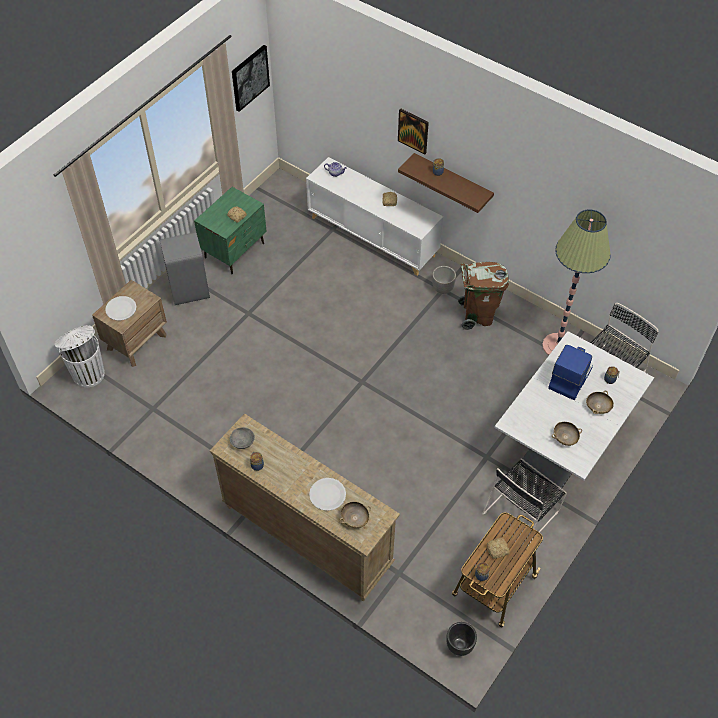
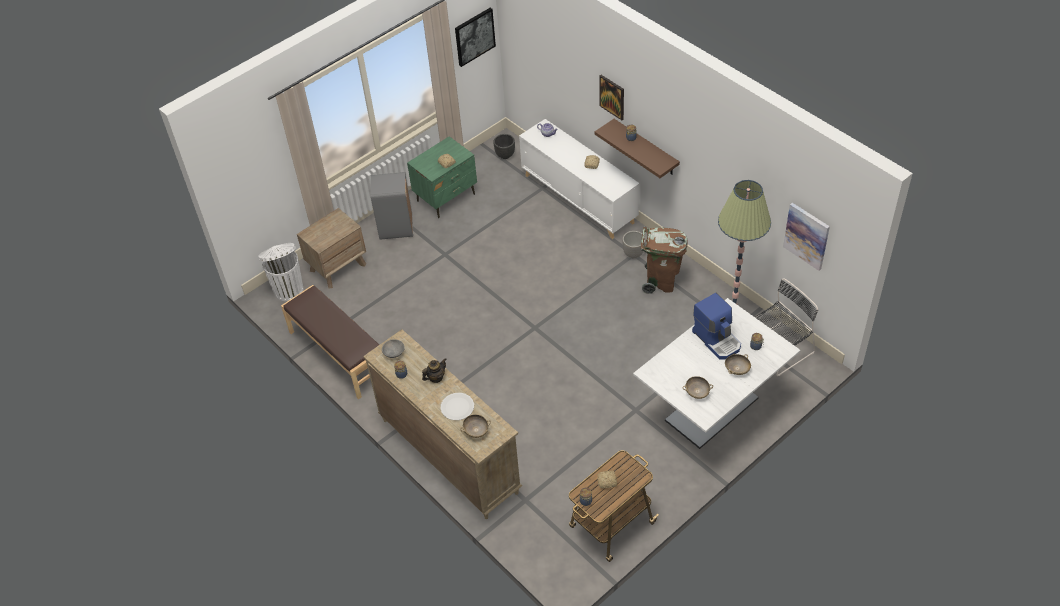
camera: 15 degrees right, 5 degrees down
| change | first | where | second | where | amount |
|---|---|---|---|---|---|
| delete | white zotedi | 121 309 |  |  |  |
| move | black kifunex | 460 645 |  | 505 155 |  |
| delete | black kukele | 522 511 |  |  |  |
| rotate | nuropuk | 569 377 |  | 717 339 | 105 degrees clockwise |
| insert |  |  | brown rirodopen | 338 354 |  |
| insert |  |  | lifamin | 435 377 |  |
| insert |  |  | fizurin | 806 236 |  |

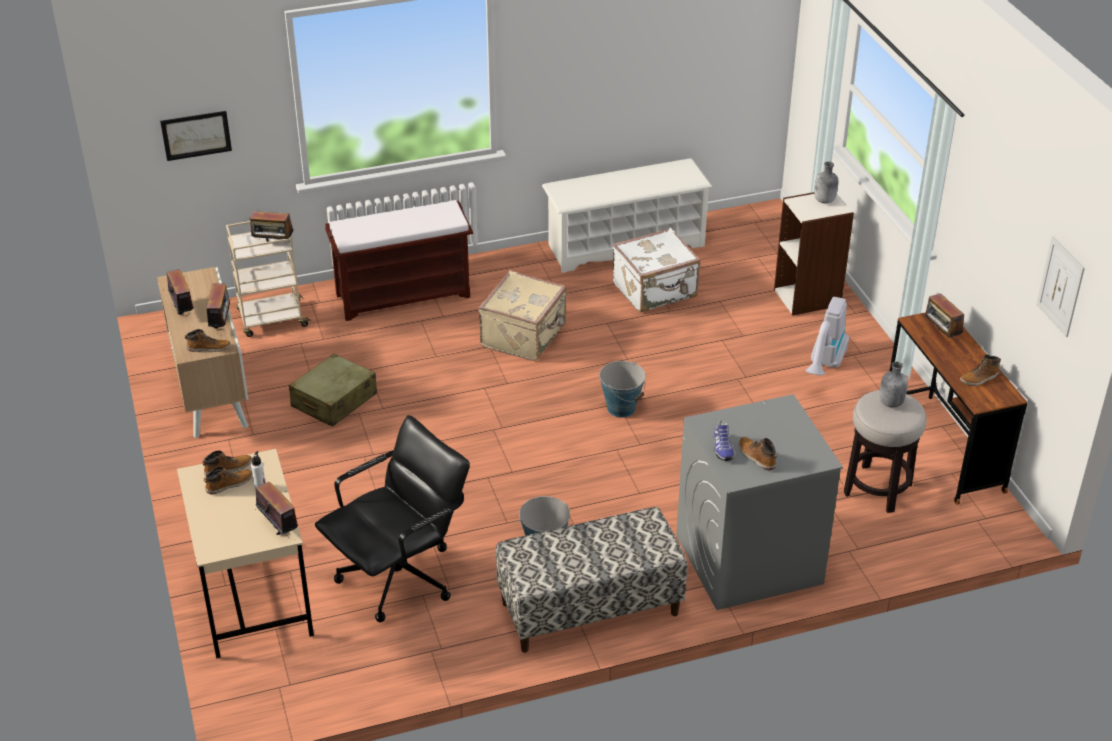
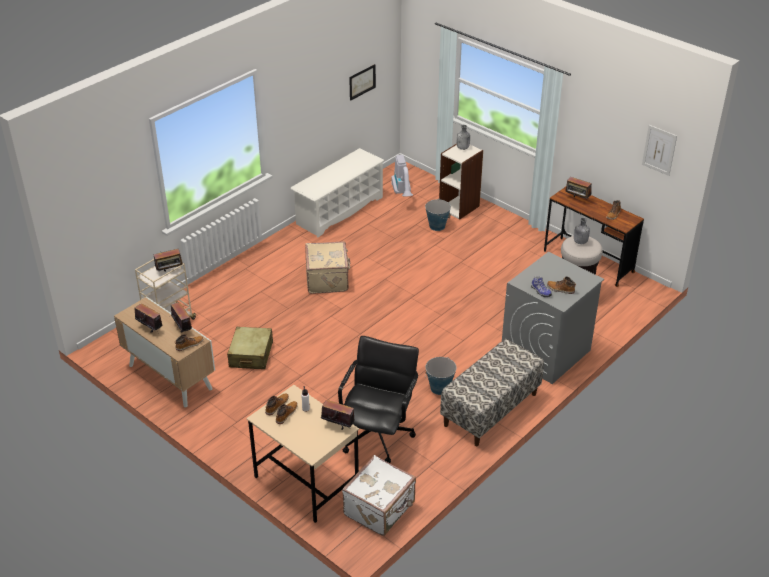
camera: 30 degrees left, 0 degrees up
| change | first | where | second | where | amount |
|---|---|---|---|---|---|
| move | fizurin | 196 135 |  | 362 82 |  |
| delete | brown rirodopen | 404 295 |  |  |  |
| move | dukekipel | 621 408 |  | 437 226 |  |
| move | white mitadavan | 655 291 |  | 380 509 |  |
| move | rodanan | 825 365 |  | 402 193 |  |

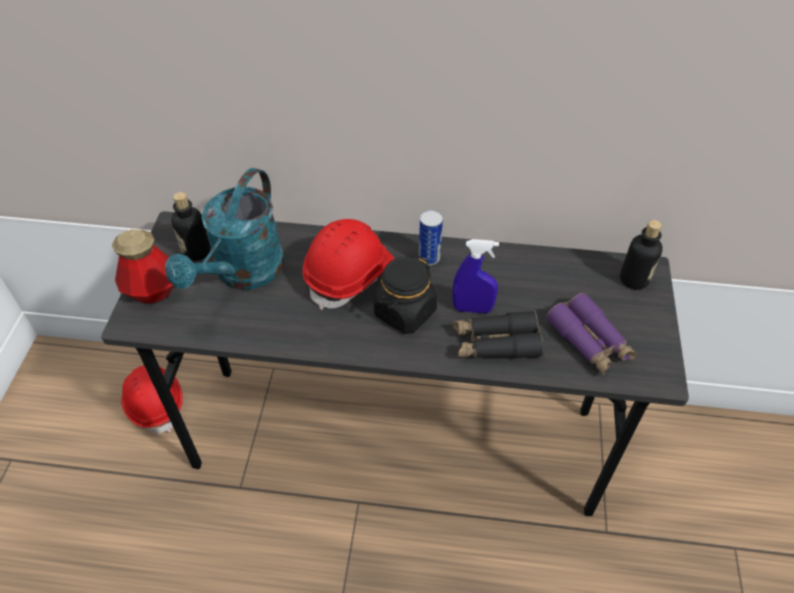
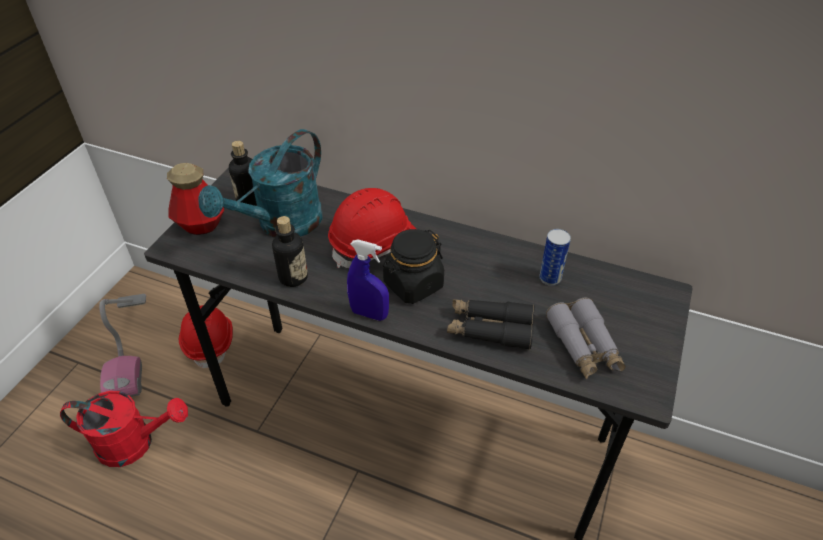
camera: 15 degrees right, 5 degrees down
| change | first | where | second | where | amount |
|---|---|---|---|---|---|
| move | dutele | 429 258 |  | 550 278 |  |
| move | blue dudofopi | 472 308 |  | 369 314 |  |
| recolor | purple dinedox | 589 341 | grey dinedox | 584 346 |  |
| move | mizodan | 634 279 |  | 293 277 |  |
| insert |  |  | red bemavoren | 135 443 |  |
| insert |  |  | rodanan | 128 346 |  |

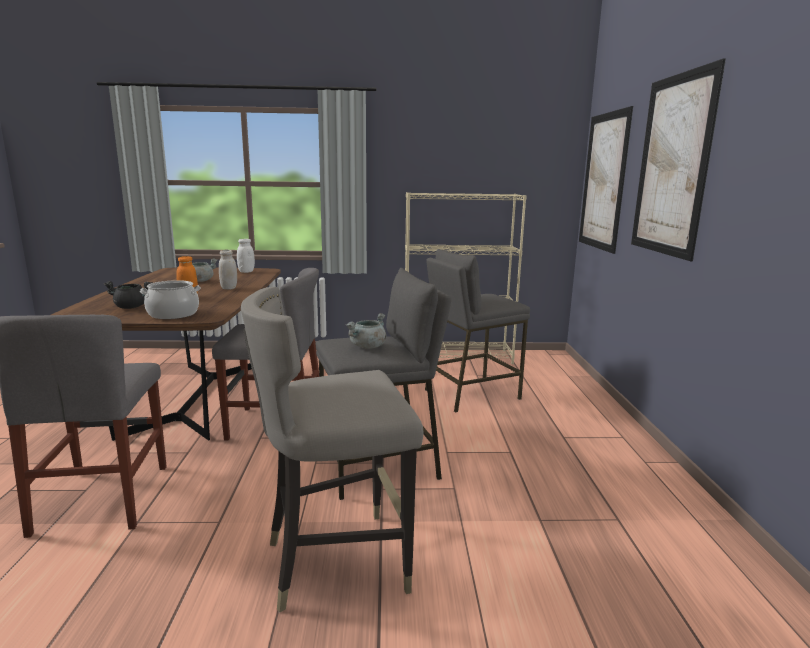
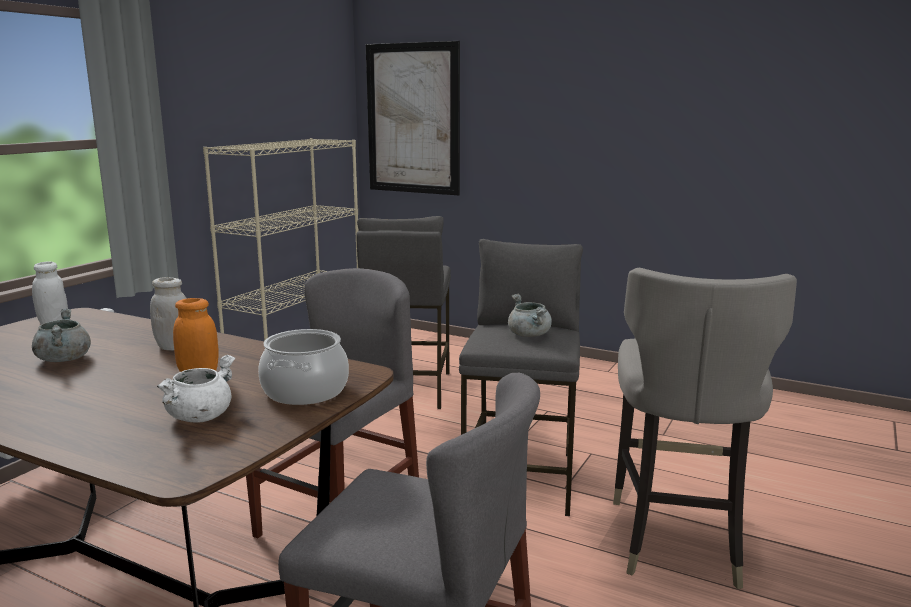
camera: 60 degrees left, 0 degrees up
| change | first | where | second | where | amount |
|---|---|---|---|---|---|
| recolor | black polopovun | 132 307 | white polopovun | 199 416 |  |
| delete | fizurin | 672 166 |  |  |  |

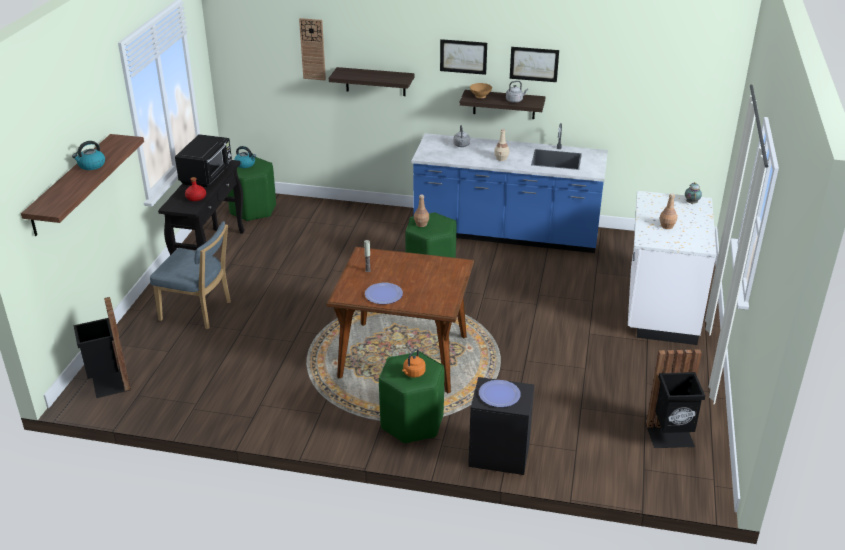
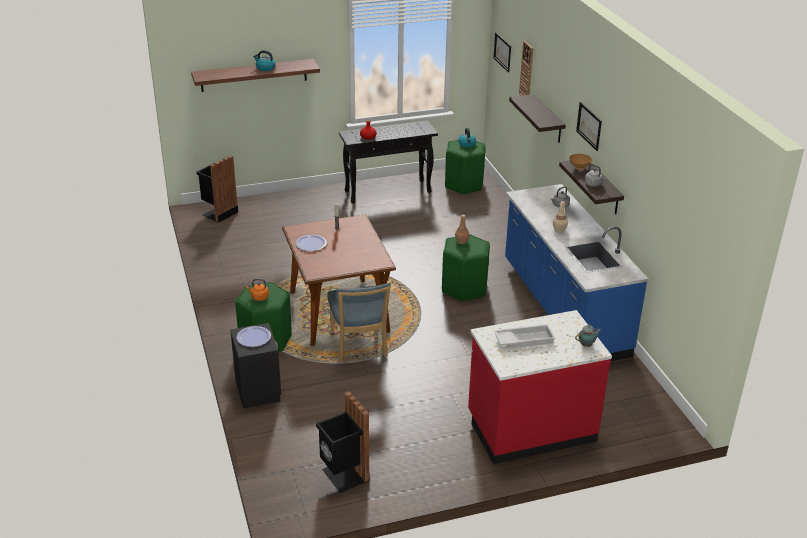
camera: 60 degrees right, 0 degrees up
| change | first | where | second | where | amount |
|---|---|---|---|---|---|
| move | blue kukele | 199 312 |  | 359 346 |  |
| delete | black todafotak | 207 175 |  |  |  |
| move | fizurin | 534 64 |  | 502 52 |  |
| recolor | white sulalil | 659 309 | red sulalil | 530 428 |  |
| replace | brown mizodan | 666 226 | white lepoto | 524 339 |  |

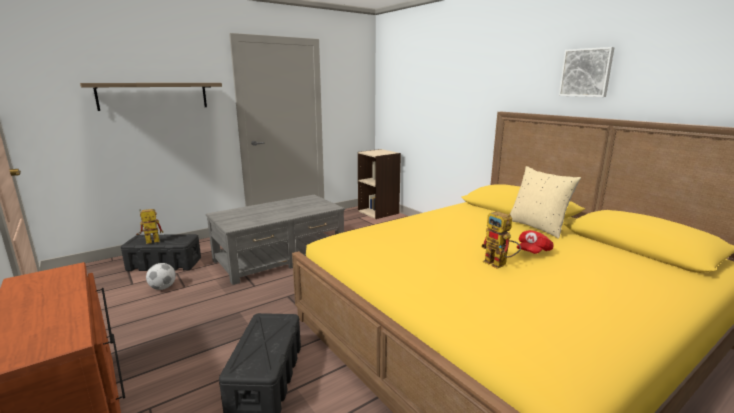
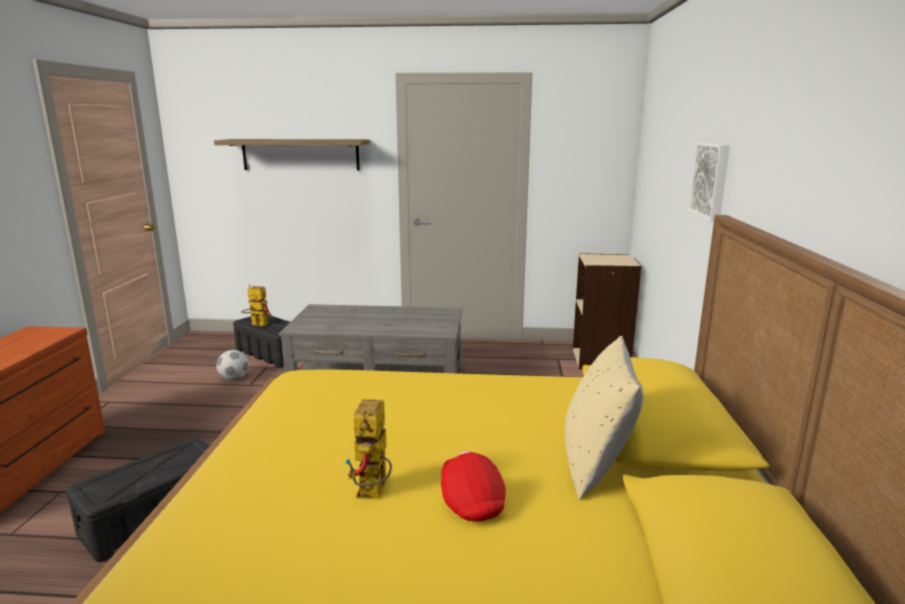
camera: 40 degrees right, 0 degrees up
| change | first | where | second | where | amount |
|---|---|---|---|---|---|
| rotate | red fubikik | 533 252 |  | 471 501 | 75 degrees clockwise |
| move | fizurin | 586 72 |  | 711 180 |  |

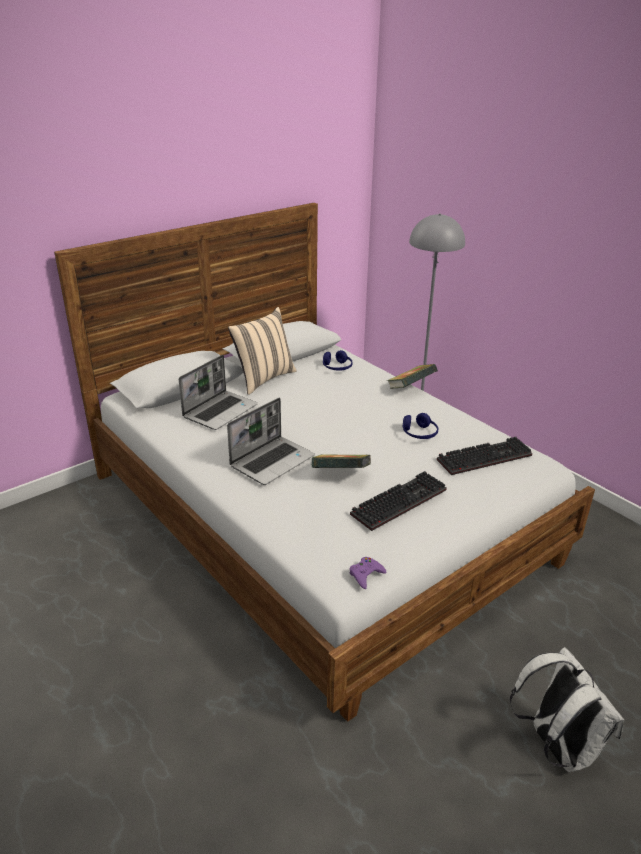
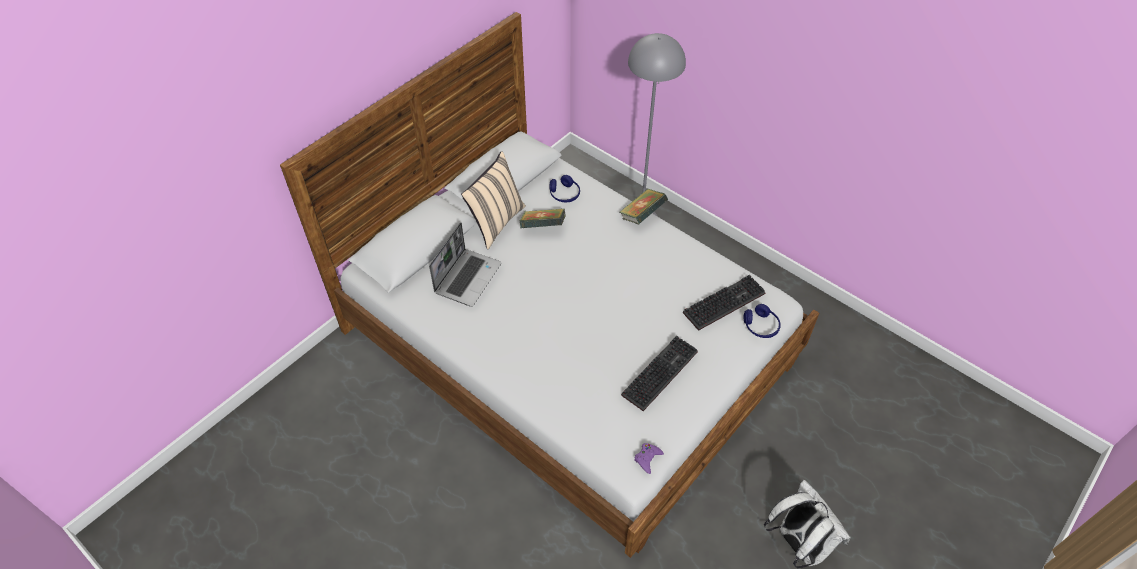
camera: 10 degrees left, 20 degrees up
| change | first | where | second | where | amount |
|---|---|---|---|---|---|
| delete | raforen | 272 461 |  |  |  |
| move | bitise | 341 475 |  | 543 227 |  |
| move | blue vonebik | 419 434 |  | 760 326 |  |

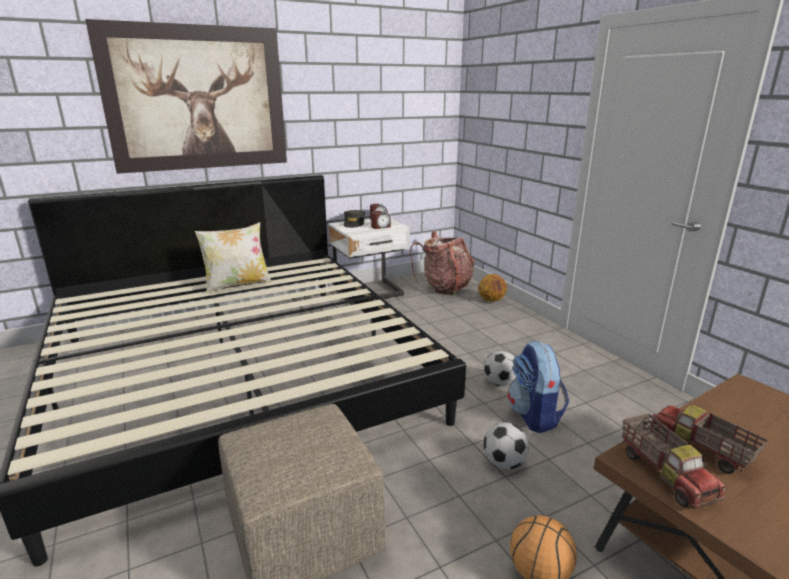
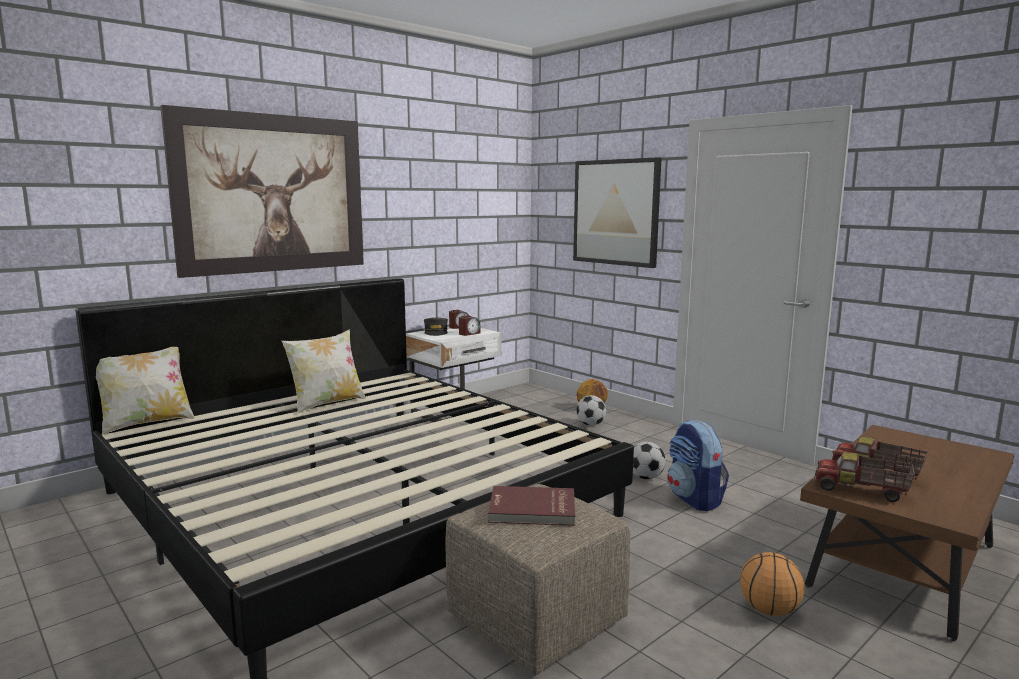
camera: 15 degrees left, 10 degrees down
| change | first | where | second | where | amount |
|---|---|---|---|---|---|
| delete | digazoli | 444 287 |  |  |  |
| move | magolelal | 504 463 |  | 591 424 |  |
| rotate | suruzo | 665 474 |  | 861 491 | 150 degrees clockwise |
| insert |  |  | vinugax | 147 423 |  |
| insert |  |  | red bitise | 532 510 |  |
| insert |  |  | fizurin | 616 212 |  |

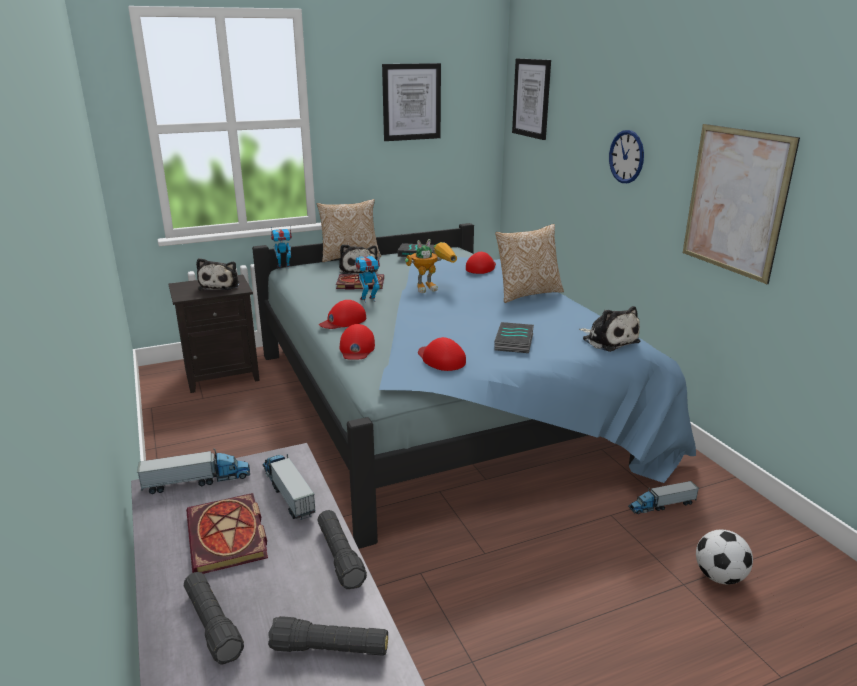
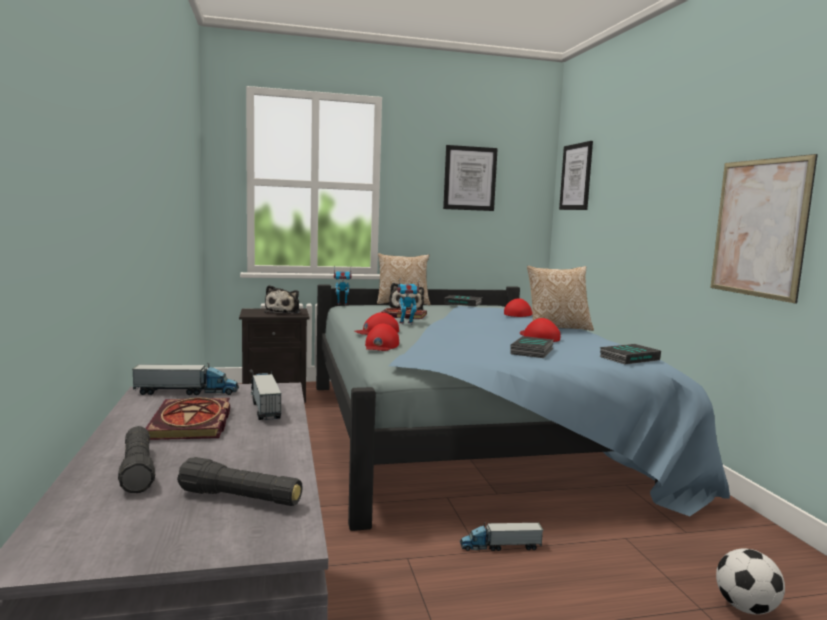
camera: 10 degrees right, 15 degrees down
| change | first | where | second | where | amount |
|---|---|---|---|---|---|
| delete | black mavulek | 340 557 |  |  |  |
| delete | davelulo | 432 287 |  |  |  |
| move | red fubikik | 440 359 |  | 539 337 |  |
| replace | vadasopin | 608 340 | bitise | 629 358 |  |
| delete | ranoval | 626 156 |  |  |  |
| move | suruzo | 662 505 |  | 500 546 |  |

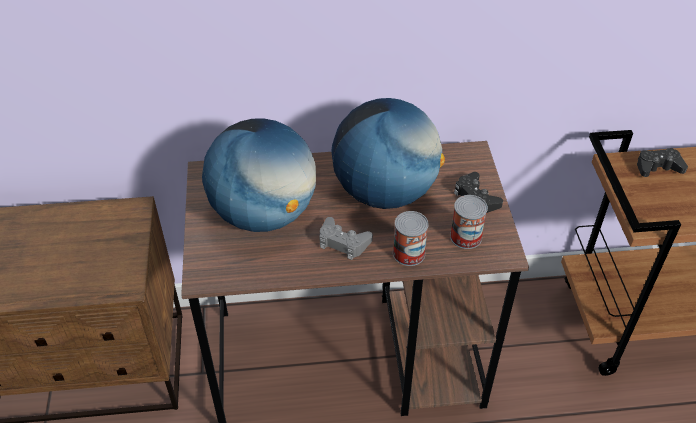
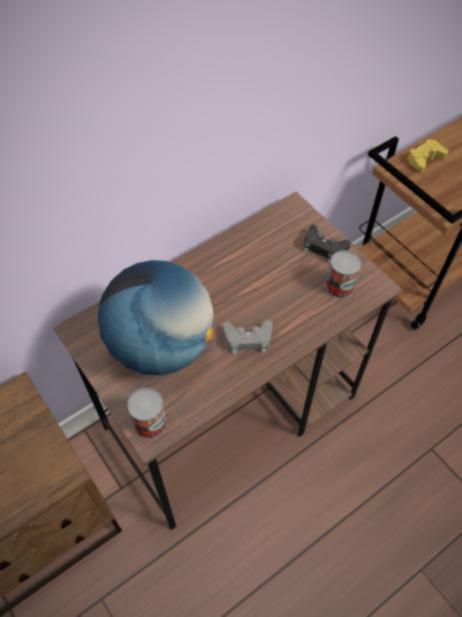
camera: 30 degrees left, 10 degrees up
| change | first | where | second | where | amount |
|---|---|---|---|---|---|
| delete | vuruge | 385 192 |  |  |  |
| move | dutele | 408 253 |  | 150 423 |  |
| recolor | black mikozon | 658 167 | yellow mikozon | 424 159 |  |

